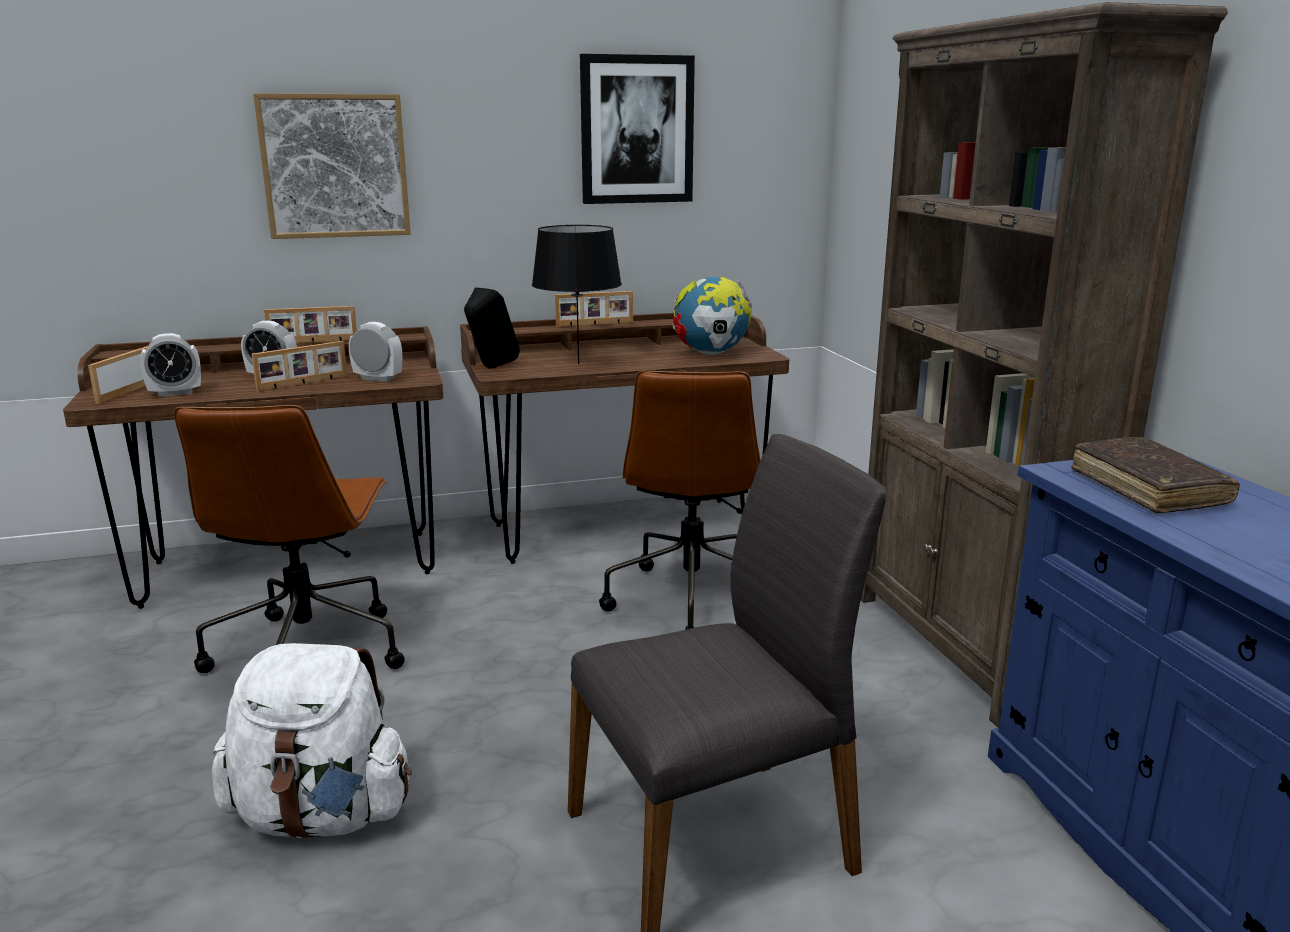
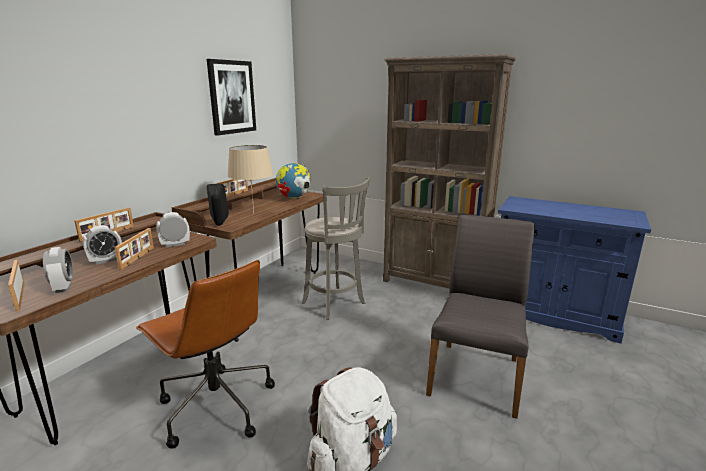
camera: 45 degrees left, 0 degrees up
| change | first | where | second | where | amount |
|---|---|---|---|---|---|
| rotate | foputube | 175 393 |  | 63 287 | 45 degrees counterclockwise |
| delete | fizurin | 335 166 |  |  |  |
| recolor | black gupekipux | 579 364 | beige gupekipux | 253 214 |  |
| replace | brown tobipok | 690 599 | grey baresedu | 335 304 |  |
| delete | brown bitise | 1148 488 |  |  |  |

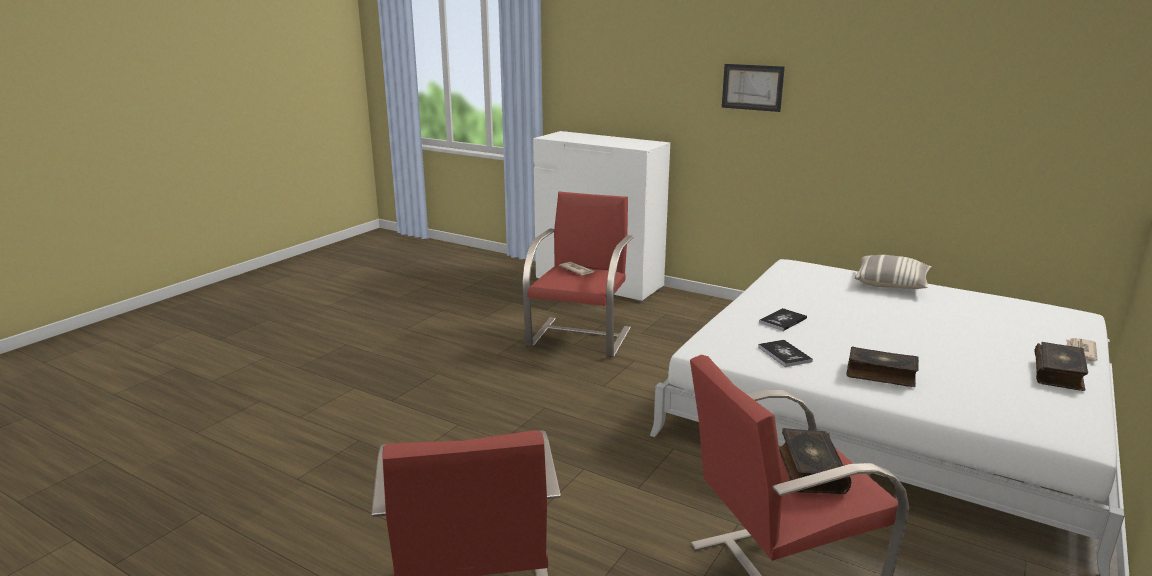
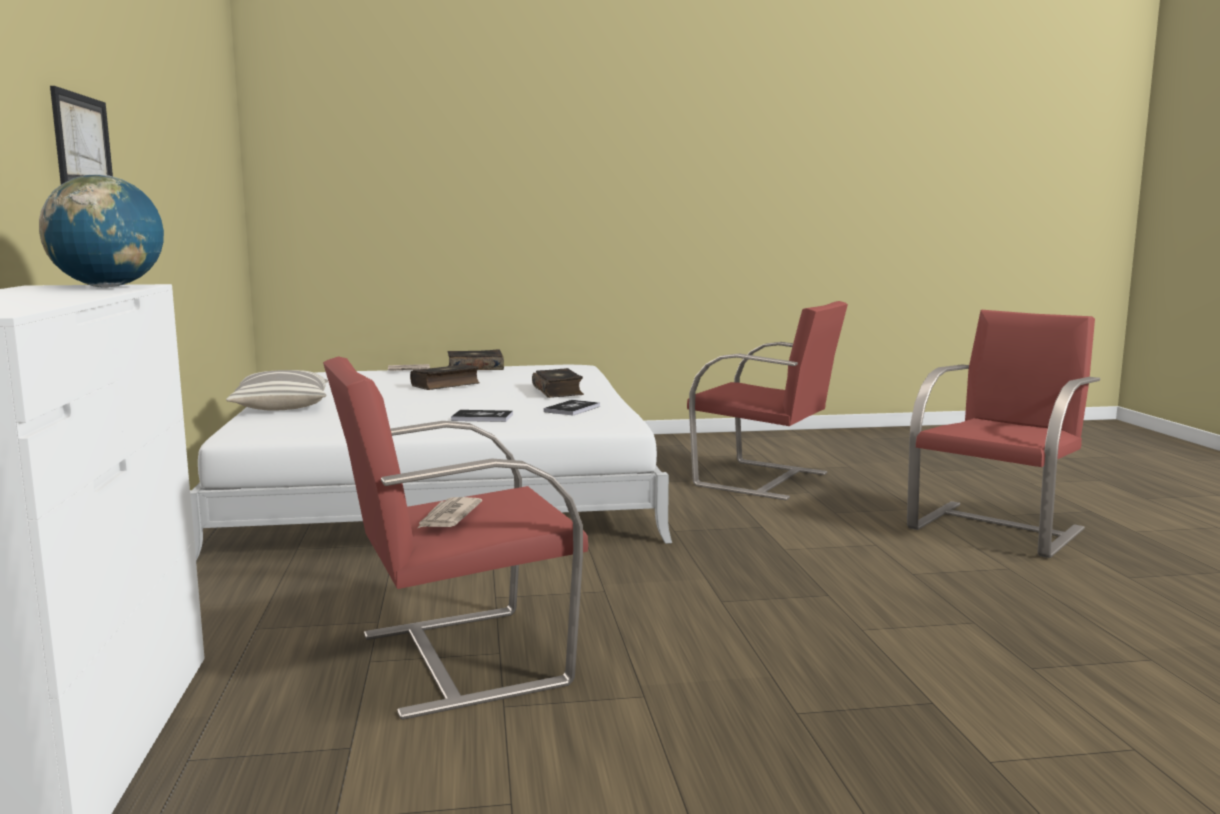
camera: 130 degrees left, 10 degrees down
| change | first | where | second | where | amount |
|---|---|---|---|---|---|
| move | bitise | 810 470 |  | 446 385 |  |
| insert |  |  | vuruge | 108 287 |  |

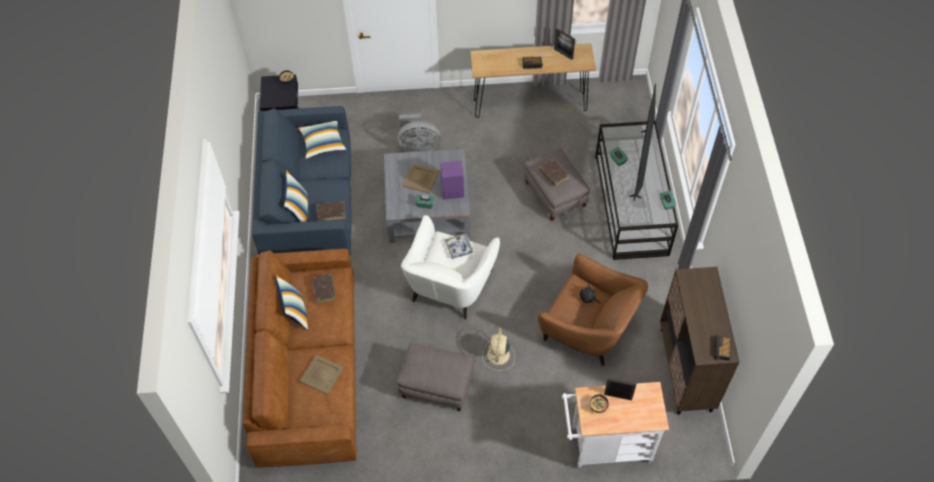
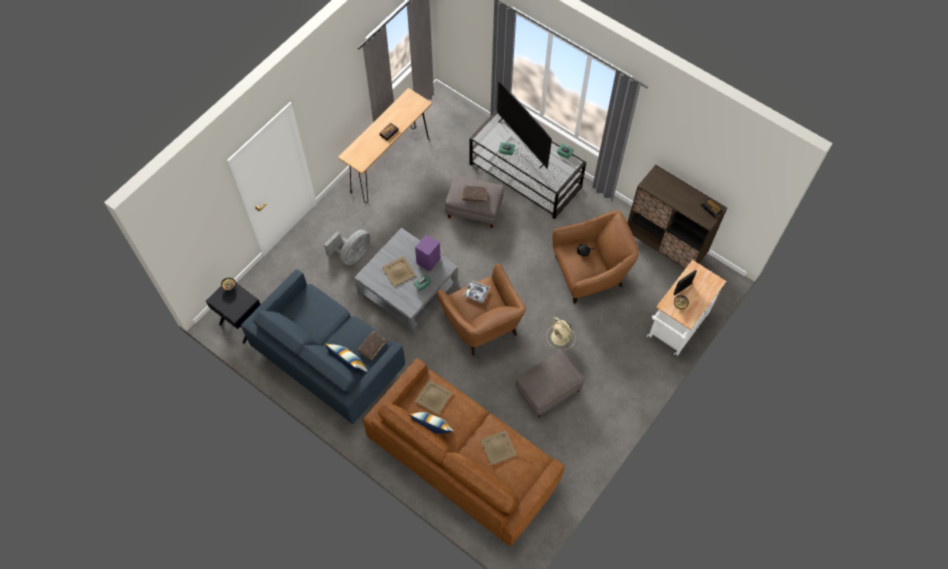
camera: 50 degrees left, 5 degrees up
| change | first | where | second | where | amount |
|---|---|---|---|---|---|
| delete | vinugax | 322 143 |  |  |  |
| replace | brown bitise | 325 290 | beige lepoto | 433 397 |  |
| recolor | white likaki | 450 285 | brown likaki | 482 324 |  |
| delete | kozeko | 563 54 |  |  |  |

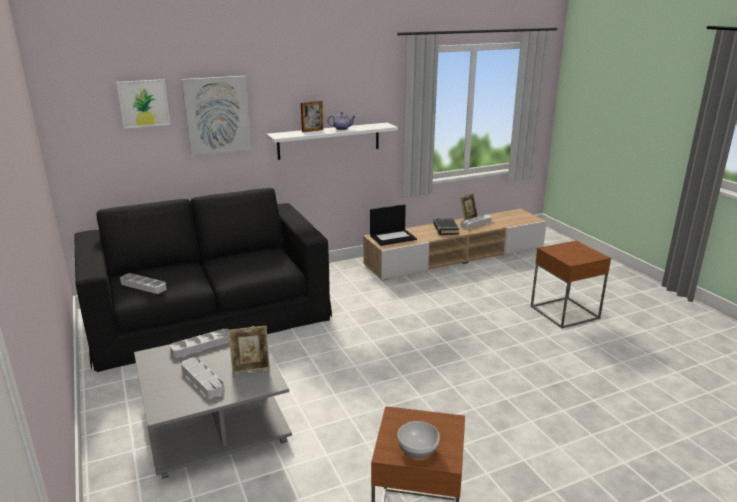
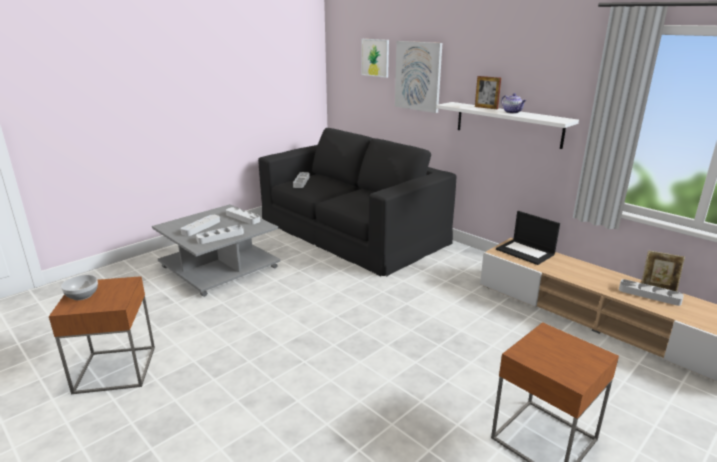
camera: 70 degrees right, 0 degrees up
| change | first | where | second | where | amount |
|---|---|---|---|---|---|
| replace | kozeko | 251 367 | grey lepoto | 220 237 |  |
| delete | black bitise | 445 229 |  |  |  |

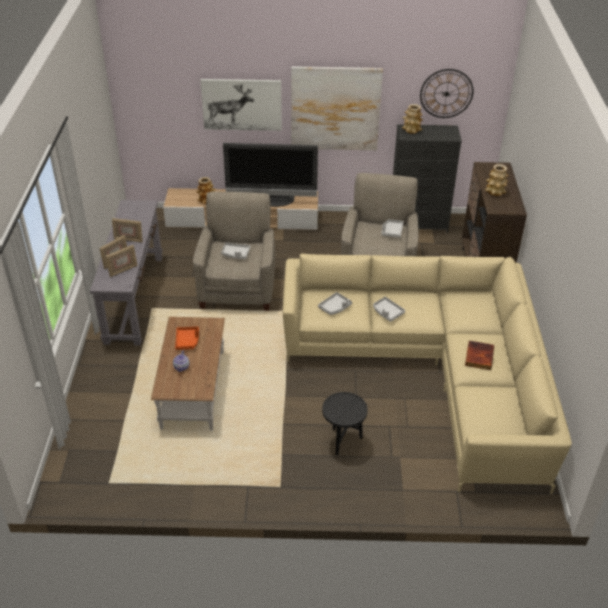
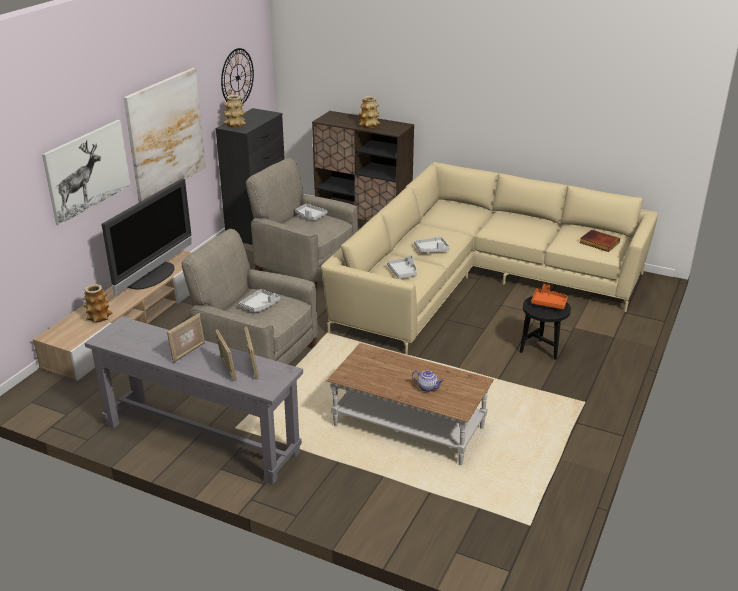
camera: 65 degrees left, 10 degrees down
| change | first | where | second | where | amount |
|---|---|---|---|---|---|
| move | orange lepoto | 187 341 |  | 548 303 |  |
| move | bitise | 478 356 |  | 598 243 |  |

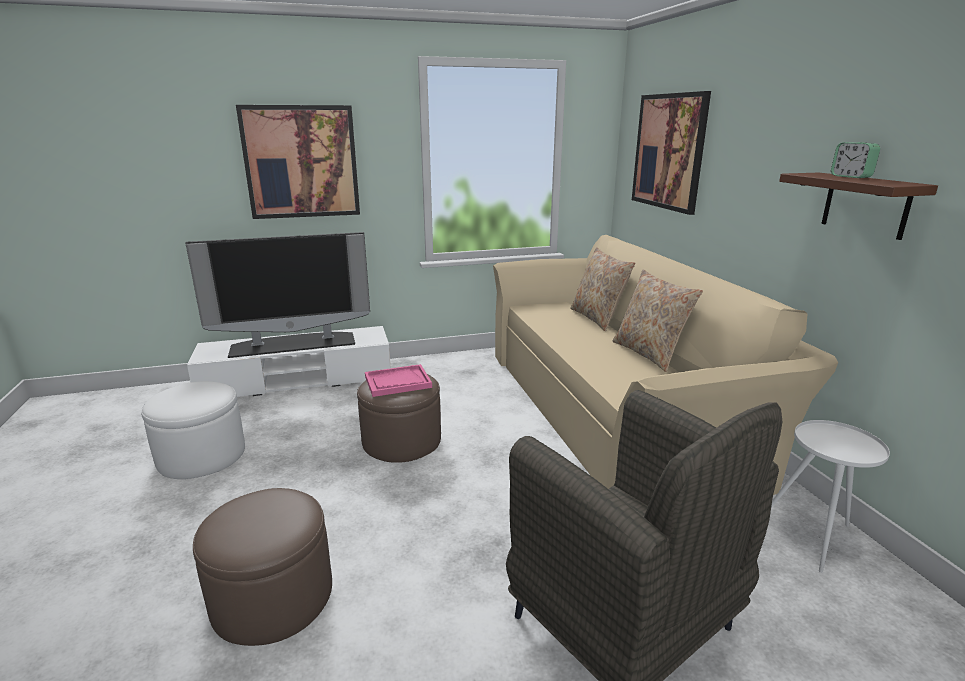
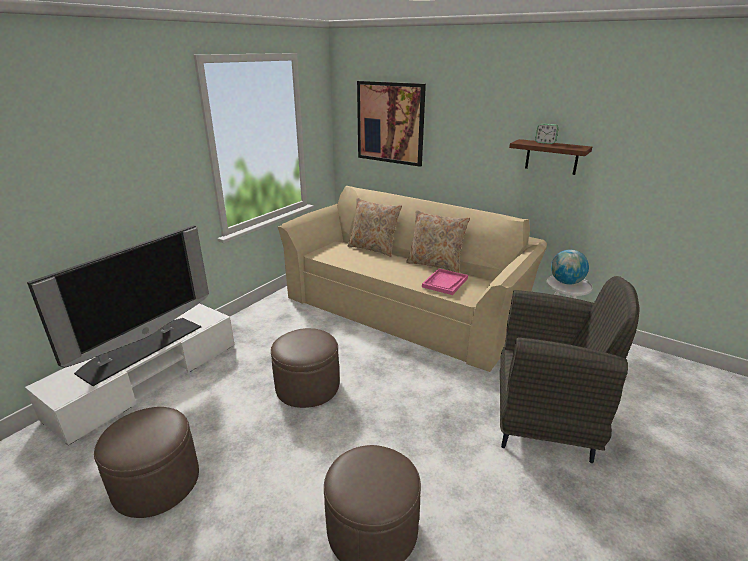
camera: 40 degrees left, 5 degrees up
| change | first | where | second | where | amount |
|---|---|---|---|---|---|
| recolor | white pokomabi | 201 455 | brown pokomabi | 156 482 |  |
| delete | fizurin | 301 162 |  |  |  |
| move | pink lepoto | 397 382 |  | 445 283 |  |
| insert |  |  | vuruge | 566 282 |  |

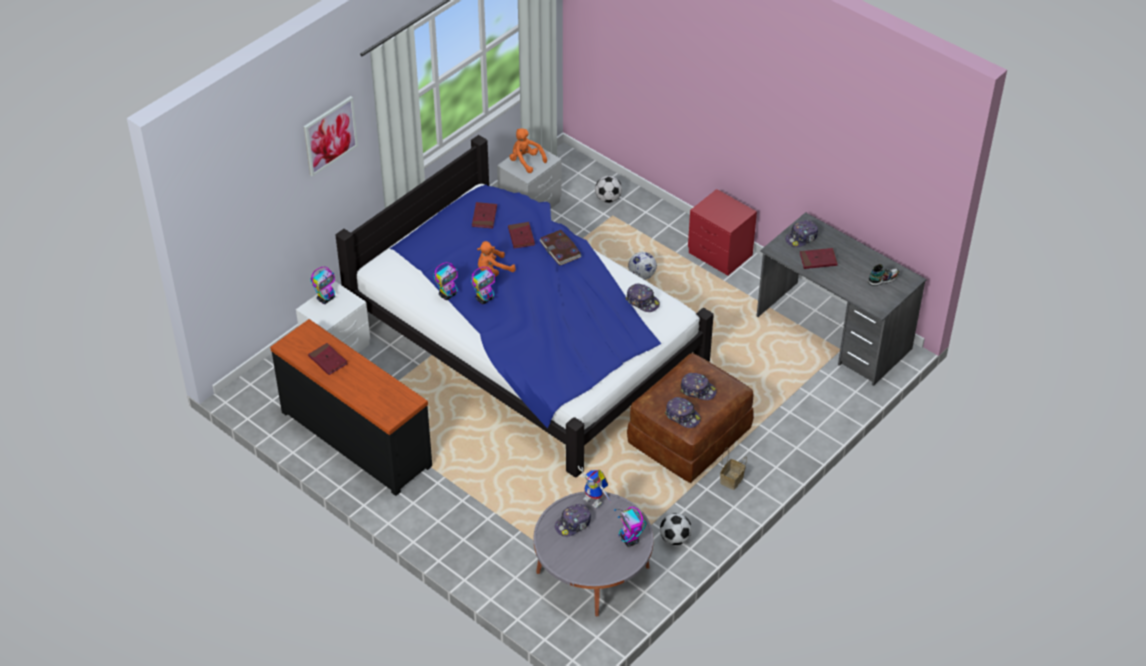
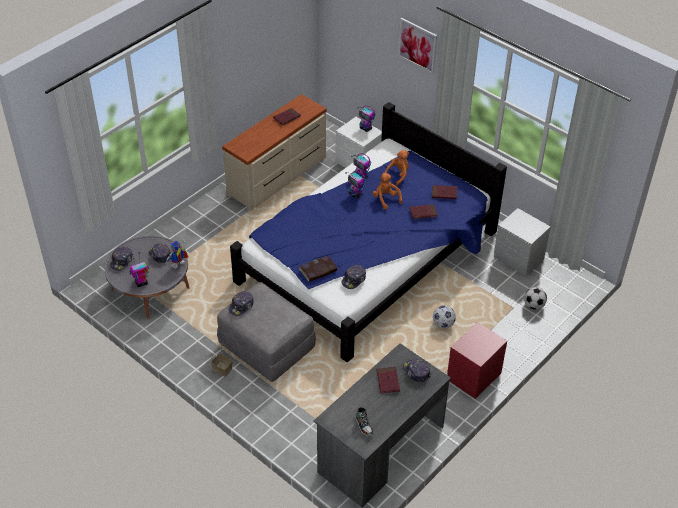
camera: 90 degrees right, 0 degrees up
| change | first | where | second | where | amount |
|---|---|---|---|---|---|
| recolor | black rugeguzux | 357 437 | beige rugeguzux | 278 176 |  |
| move | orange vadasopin | 525 161 |  | 398 175 |  |
| move | bitise | 560 249 |  | 318 270 |  |
| recolor | brown pokomabi | 689 436 | grey pokomabi | 267 346 |  |
| delete | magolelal | 675 539 |  |  |  |
| move | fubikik | 698 390 |  | 122 261 |  |

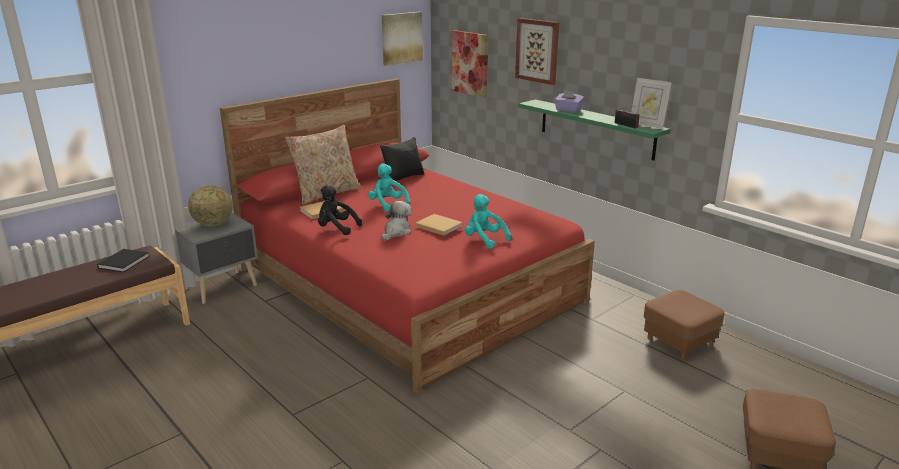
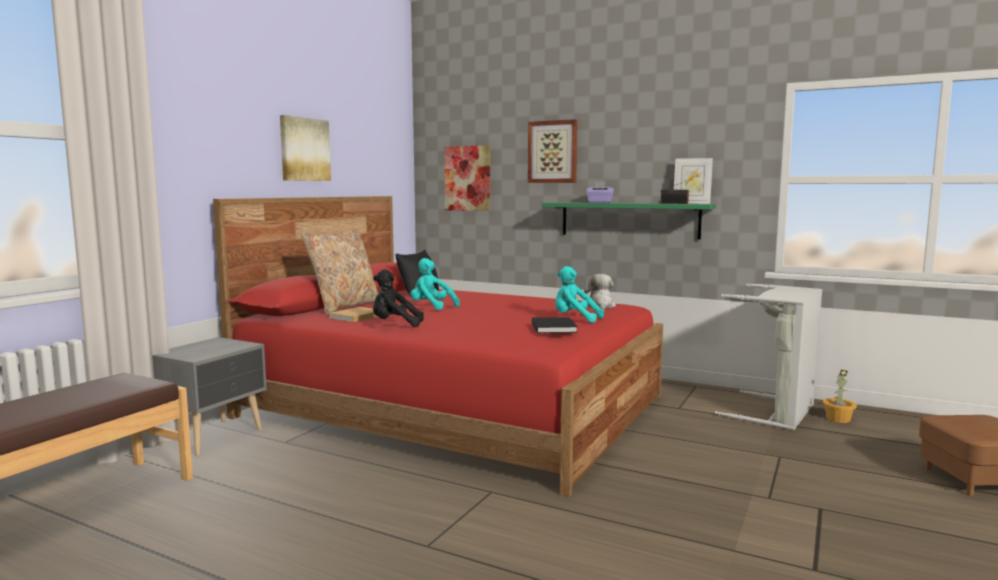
camera: 20 degrees left, 15 degrees down
| change | first | where | second | where | amount |
|---|---|---|---|---|---|
| move | black bitise | 125 261 |  | 553 327 |  |
| delete | vuruge | 213 225 |  |  |  |
| move | vadasopin | 396 232 |  | 600 306 |  |
| move | fizurin | 401 38 |  | 304 149 |  |
| delete | beige bitise | 437 226 |  |  |  |
| replace | brown pokomabi | 679 341 | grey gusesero | 777 413 |  |
| insert |  |  | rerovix | 838 419 |  |

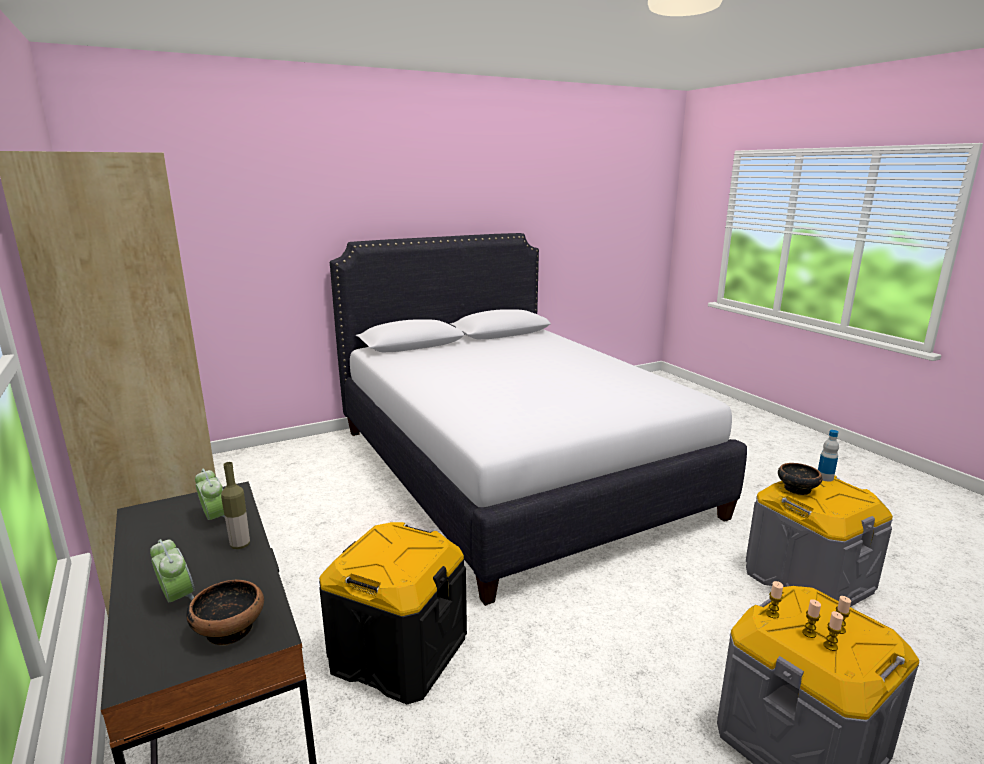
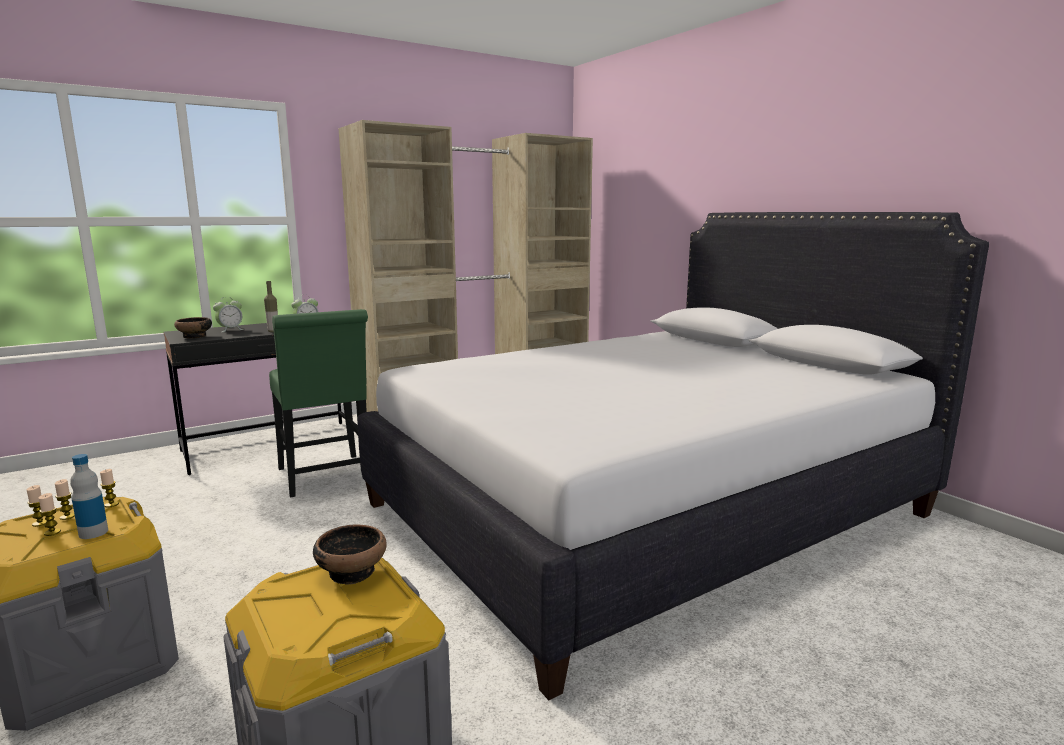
camera: 85 degrees right, 5 degrees down
| change | first | where | second | where | amount |
|---|---|---|---|---|---|
| replace | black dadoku | 399 652 | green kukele | 326 478 |  |
| move | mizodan | 825 477 |  | 93 533 |  |

